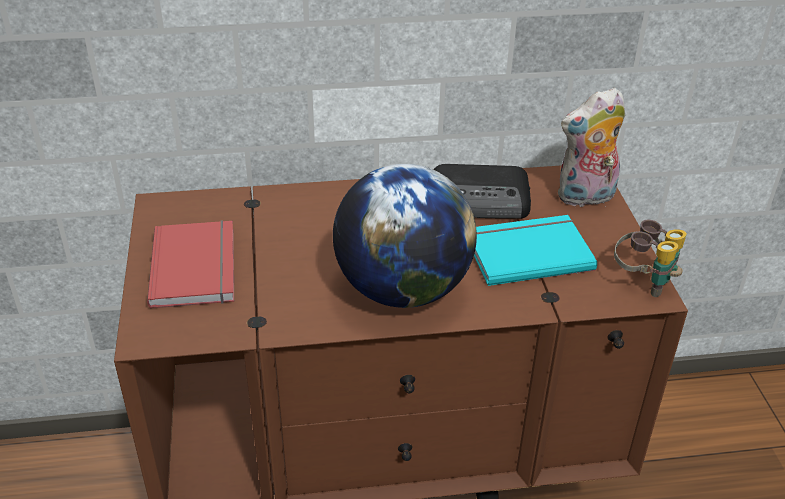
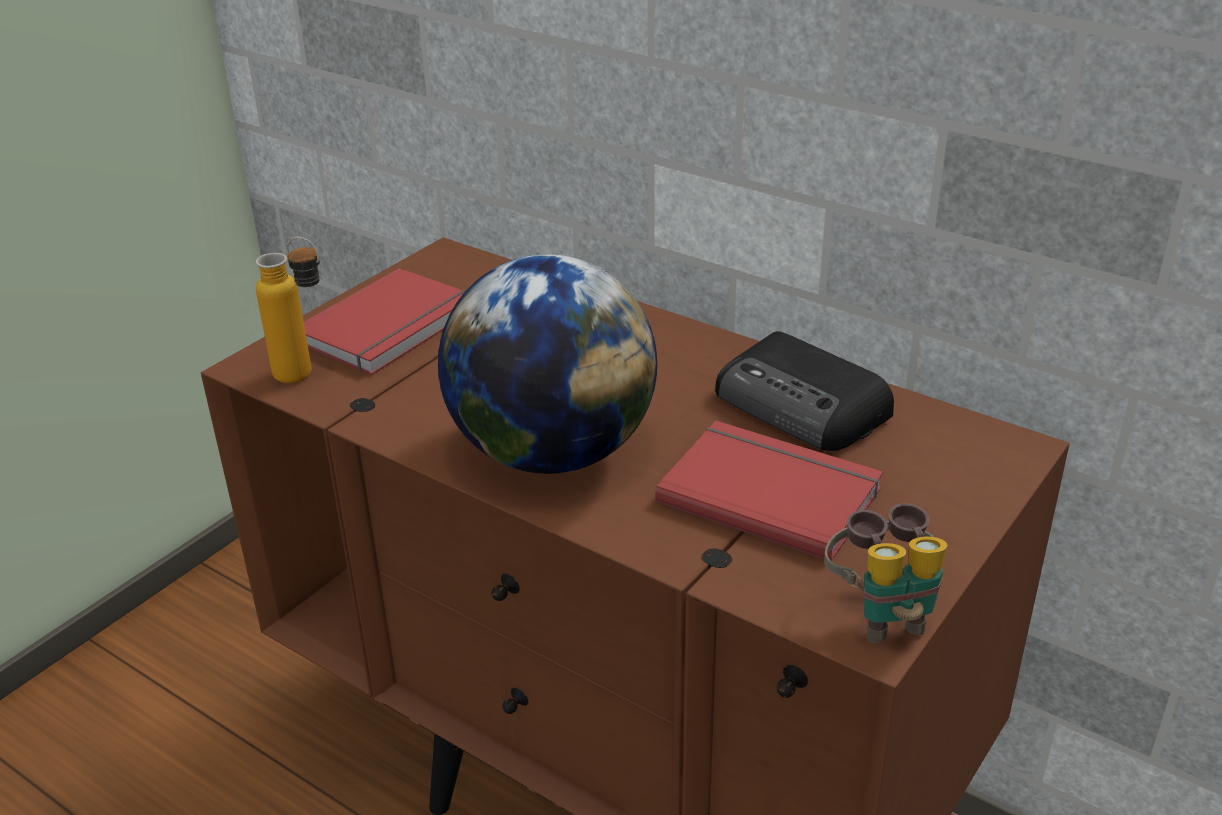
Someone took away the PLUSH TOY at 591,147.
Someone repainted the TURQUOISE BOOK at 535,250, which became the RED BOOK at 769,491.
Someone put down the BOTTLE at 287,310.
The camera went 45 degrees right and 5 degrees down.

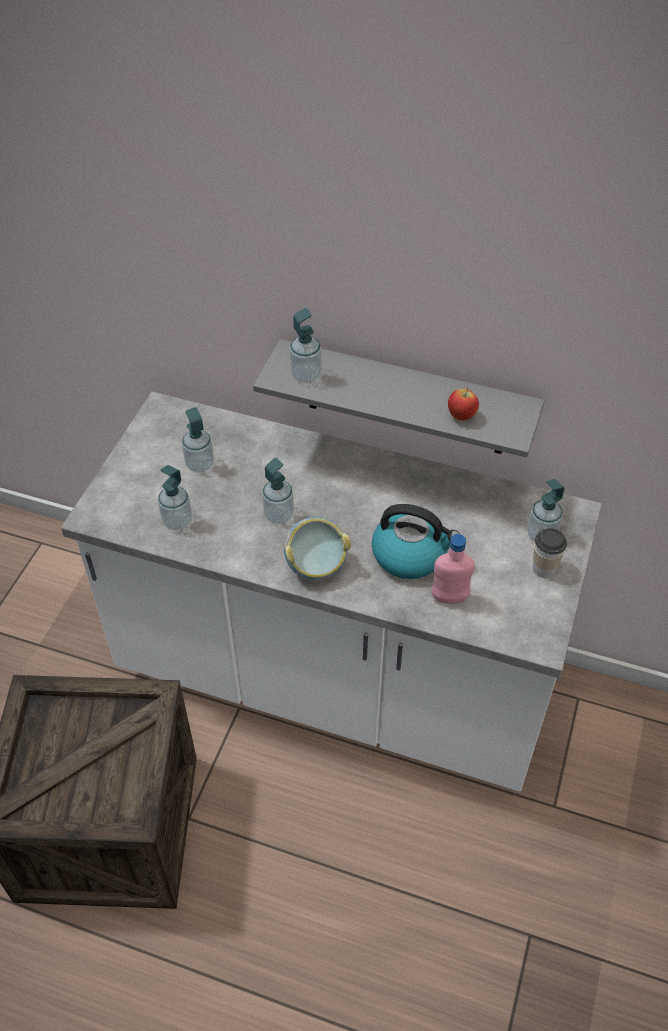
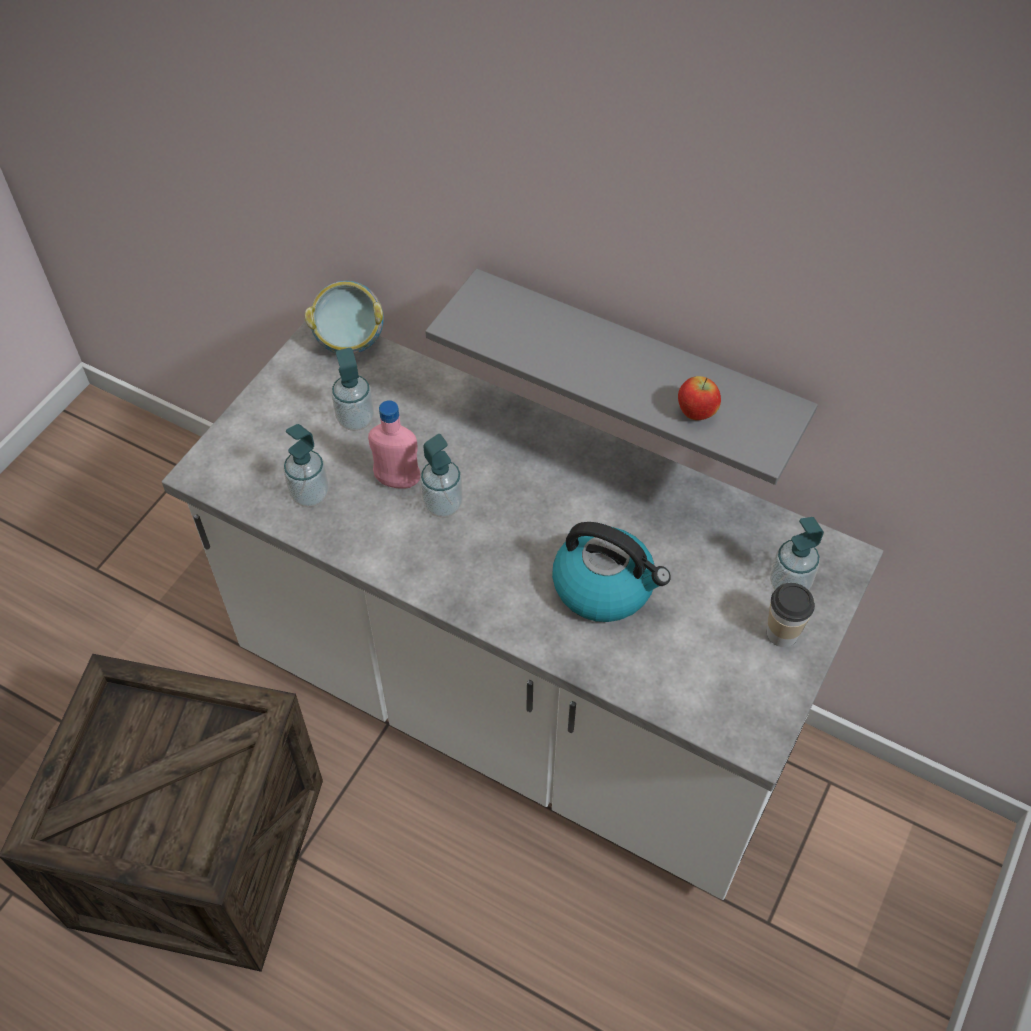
Someone took away the SOAP DISPENSER at 305,345.
Someone carried the BOWL from 317,548 to 344,317.
Someone carried the PINK BOTTLE from 453,569 to 394,444.
The camera went 10 degrees right and 5 degrees up.

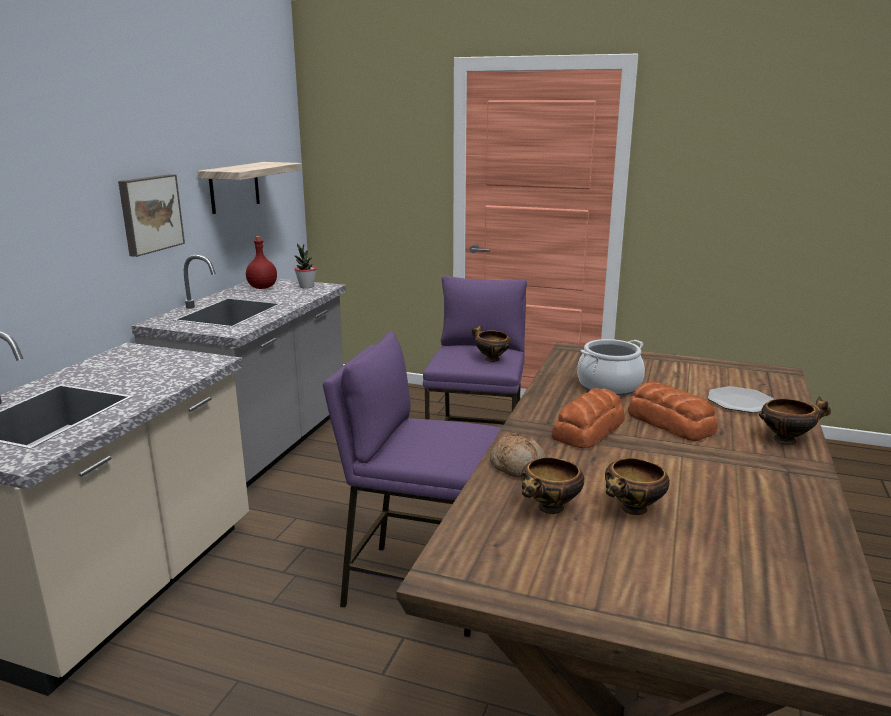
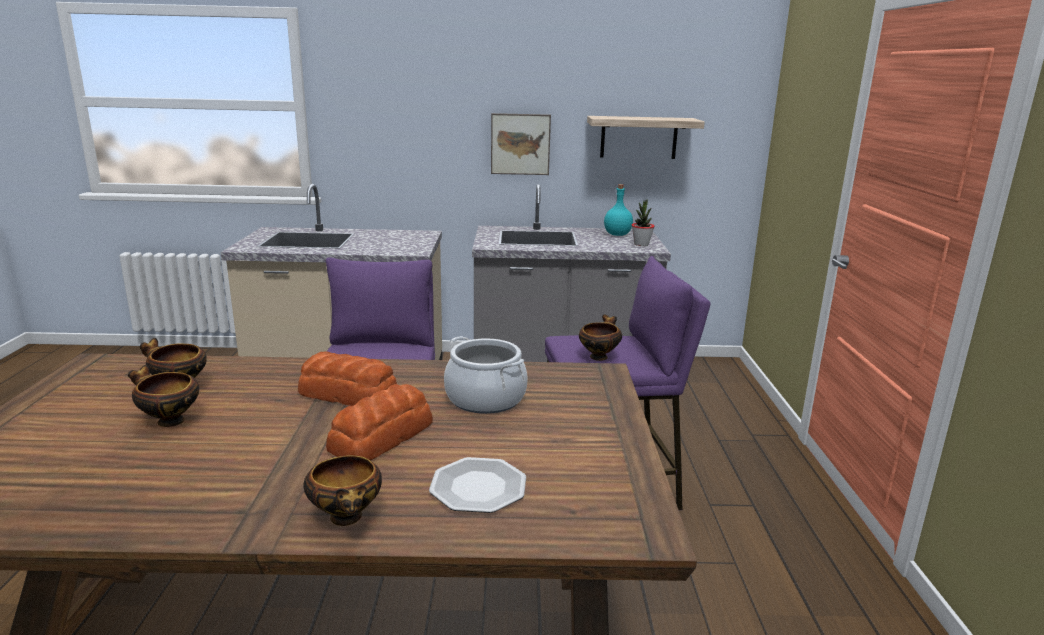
Someone repainted the RED BOTTLE at 261,262, which became the TURQUOISE BOTTLE at 618,210.
Someone took away the BREAD at 518,456.
The camera went 70 degrees right and 0 degrees up.

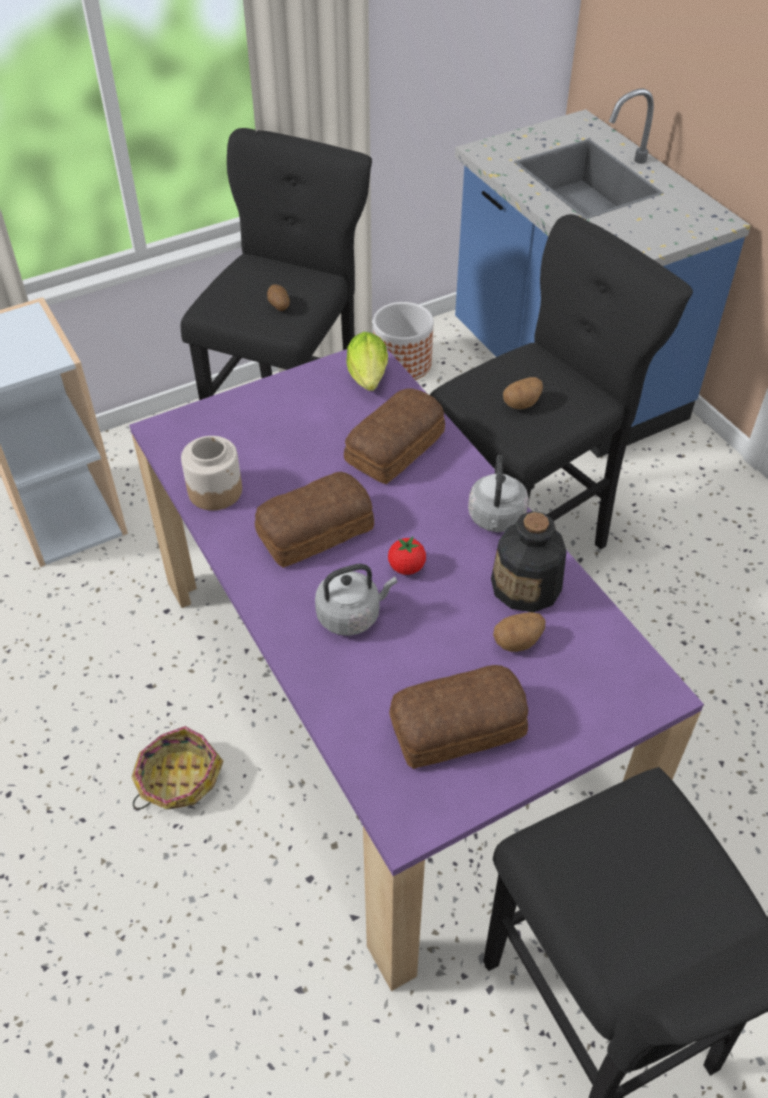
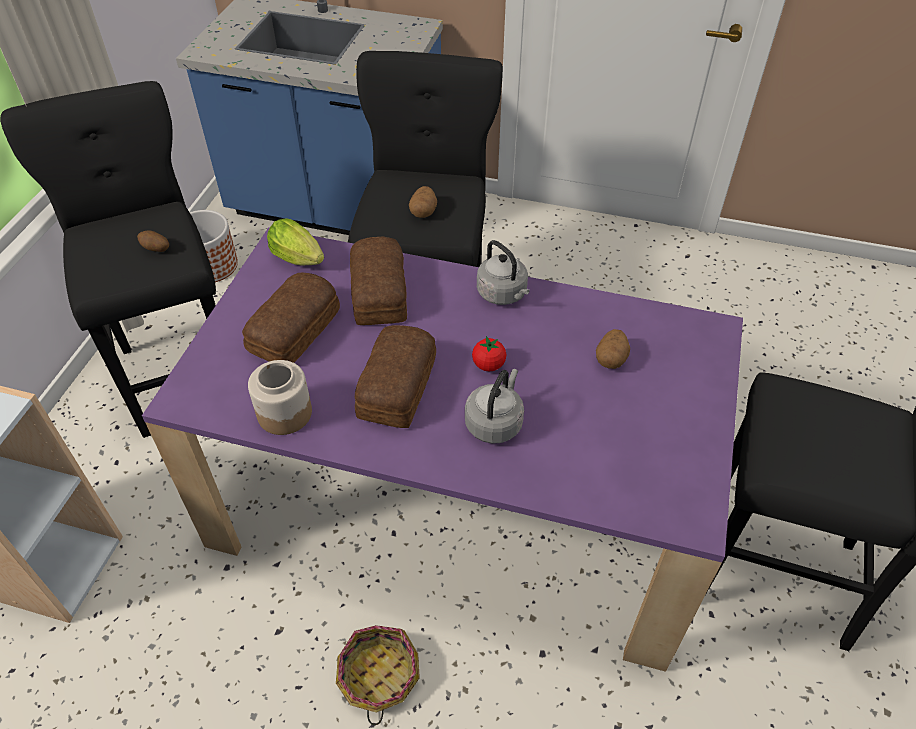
Someone took away the BOTTLE at 529,562.
Someone carried the BREAD from 458,717 to 291,318.
The camera went 45 degrees left and 0 degrees up.

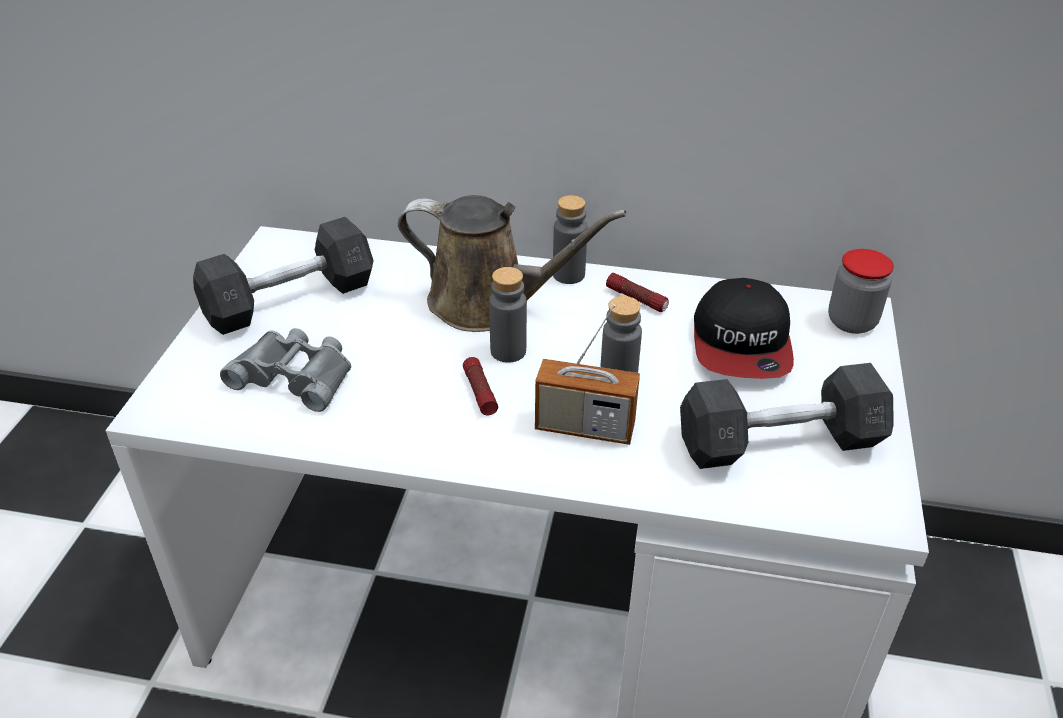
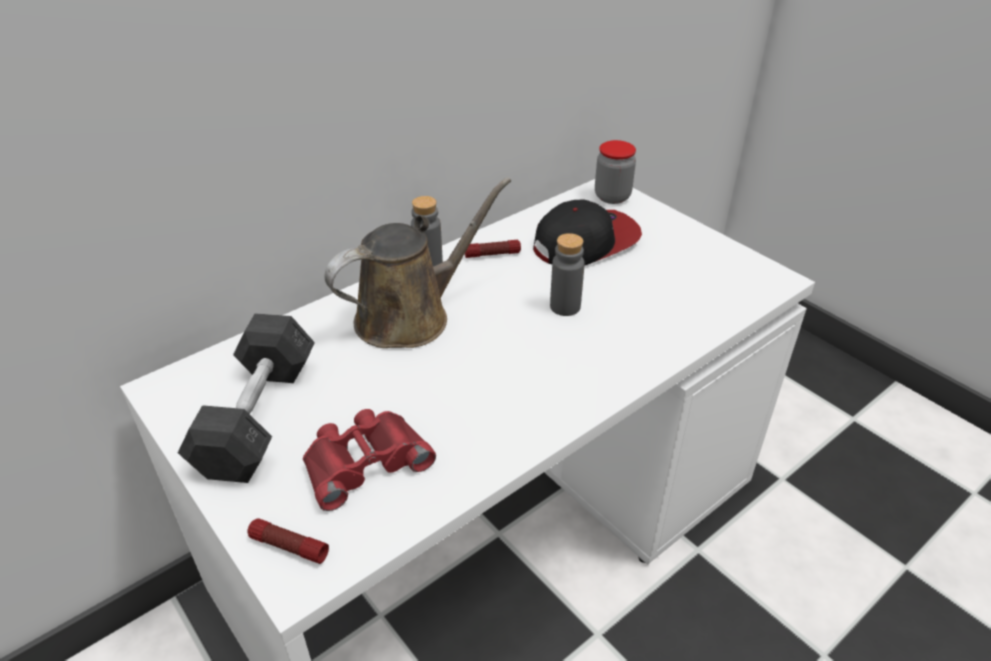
Someone took away the GREY BOTTLE at 508,315.
Someone rotated the CAP at 744,328 by 75 degrees counterclockwise.
Someone took away the RADIO at 587,374.
Someone repainted the GREY BINOCULARS at 285,370, which became the RED BINOCULARS at 369,460.
Someone carried the FLASHLIGHT from 480,386 to 288,541.
Someone took away the GREY DUMBBELL at 787,416.
The camera went 50 degrees left and 0 degrees up.

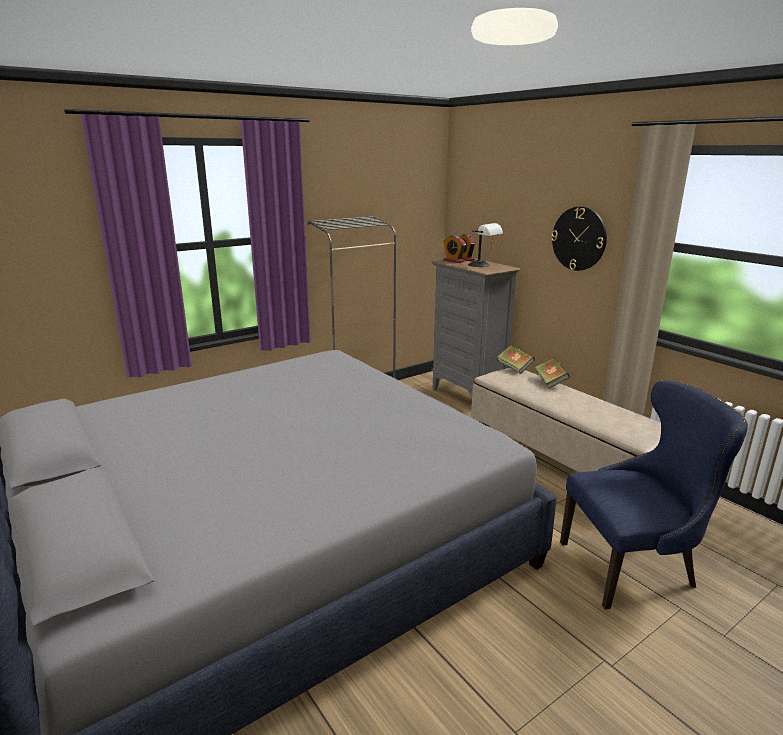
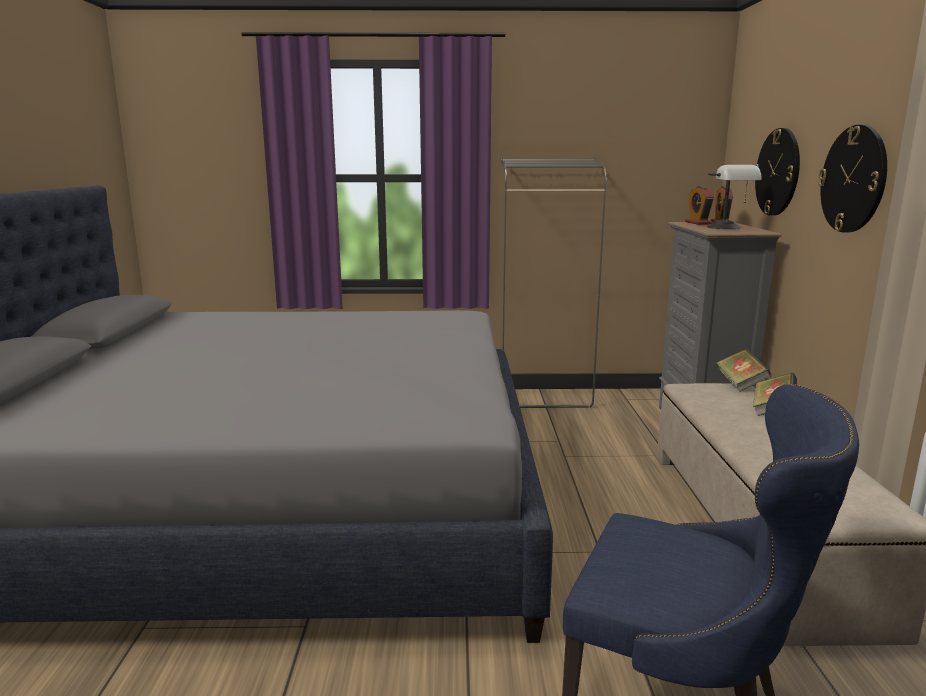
Someone put up the WALL CLOCK at 777,172.
The camera went 35 degrees right and 5 degrees down.

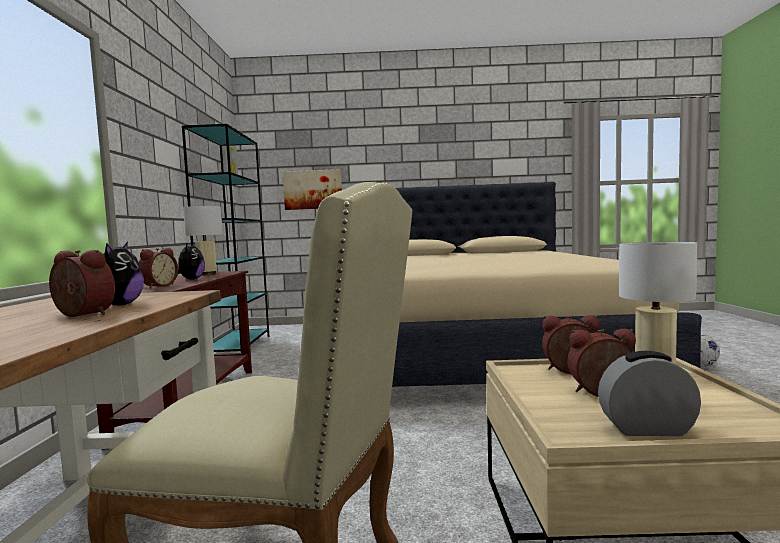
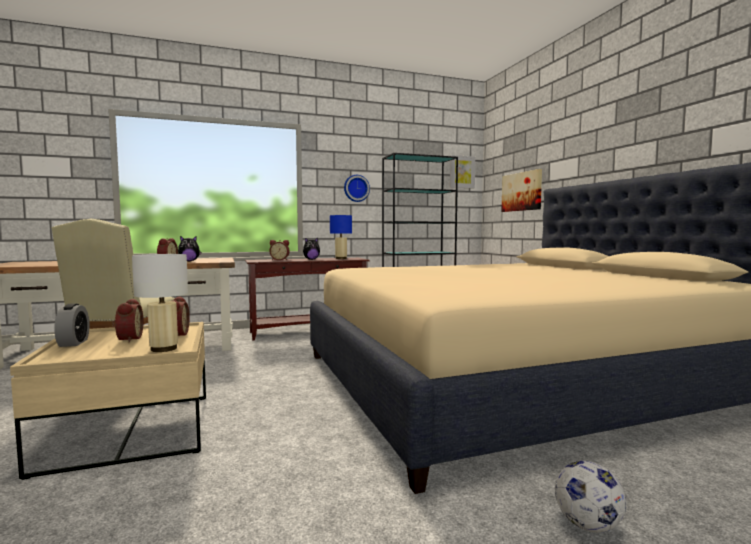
Someone repainted the WHITE TABLE LAMP at 203,241, which became the BLUE TABLE LAMP at 341,237.
Someone put up the WALL CLOCK at 357,188.
The camera went 70 degrees right and 0 degrees up.

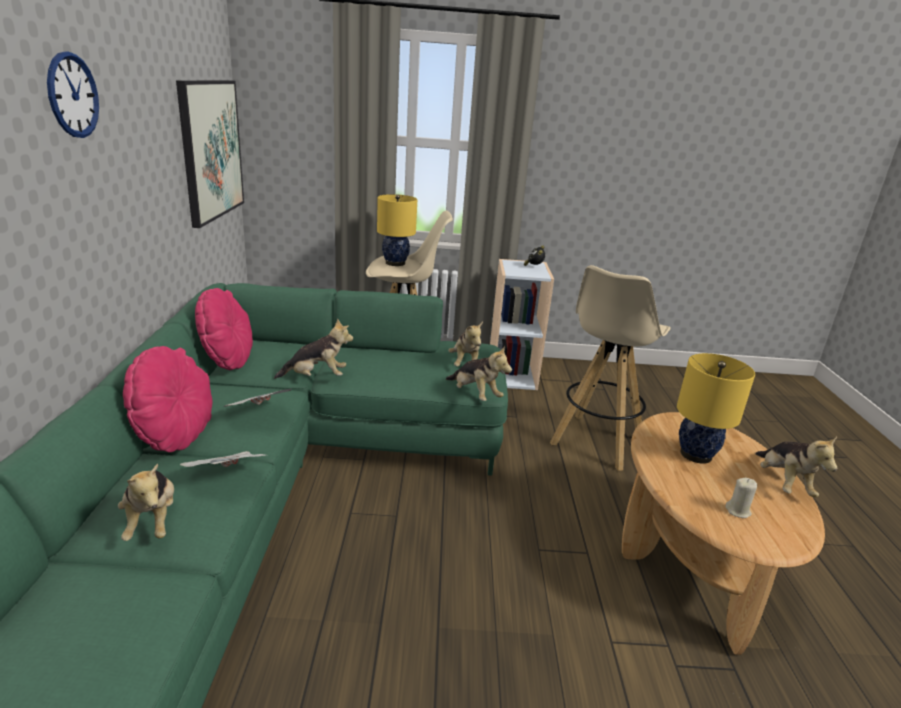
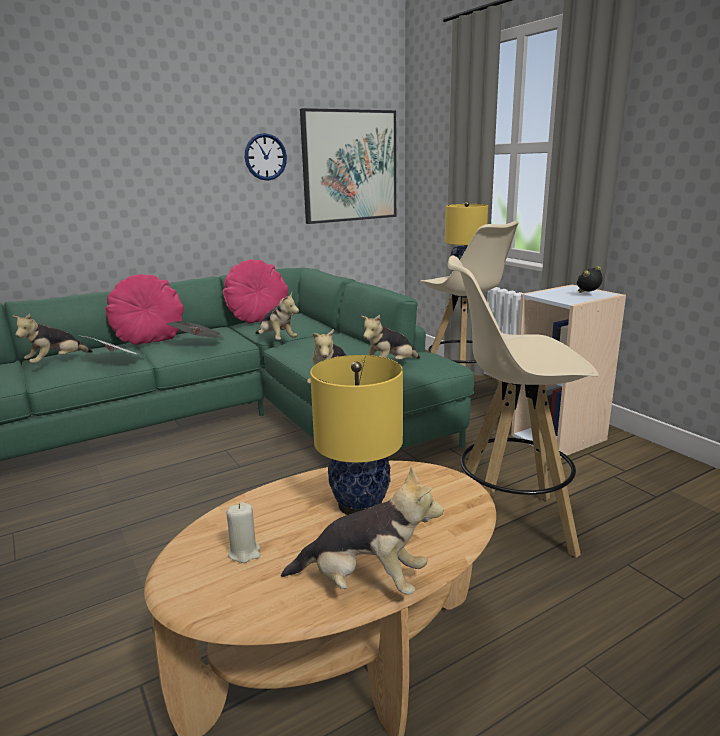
Someone carried the WALL CLOCK from 73,94 to 266,157.
Someone rotated the PLUSH TOY at 796,466 by 135 degrees counterclockwise.
The camera went 60 degrees right and 5 degrees down.

